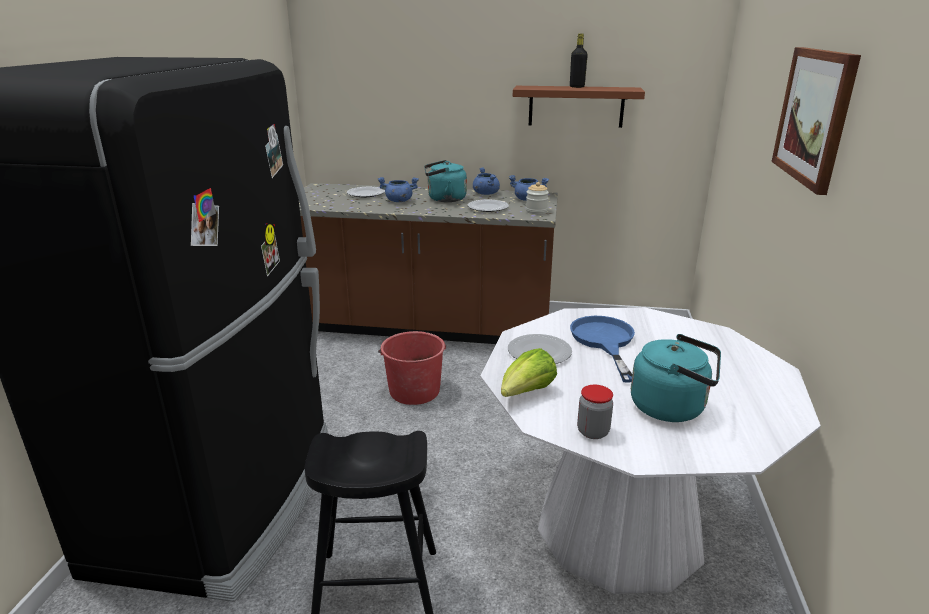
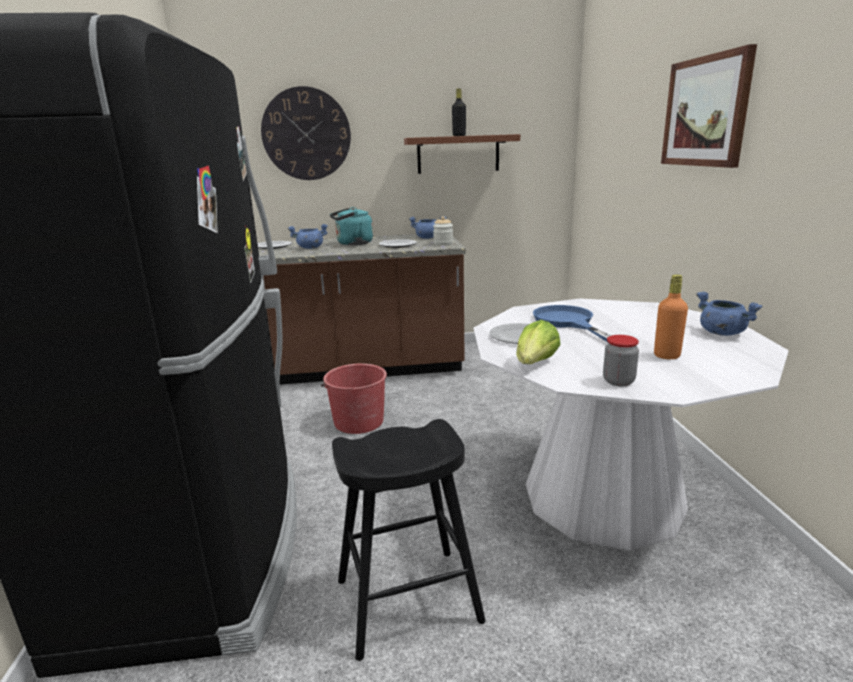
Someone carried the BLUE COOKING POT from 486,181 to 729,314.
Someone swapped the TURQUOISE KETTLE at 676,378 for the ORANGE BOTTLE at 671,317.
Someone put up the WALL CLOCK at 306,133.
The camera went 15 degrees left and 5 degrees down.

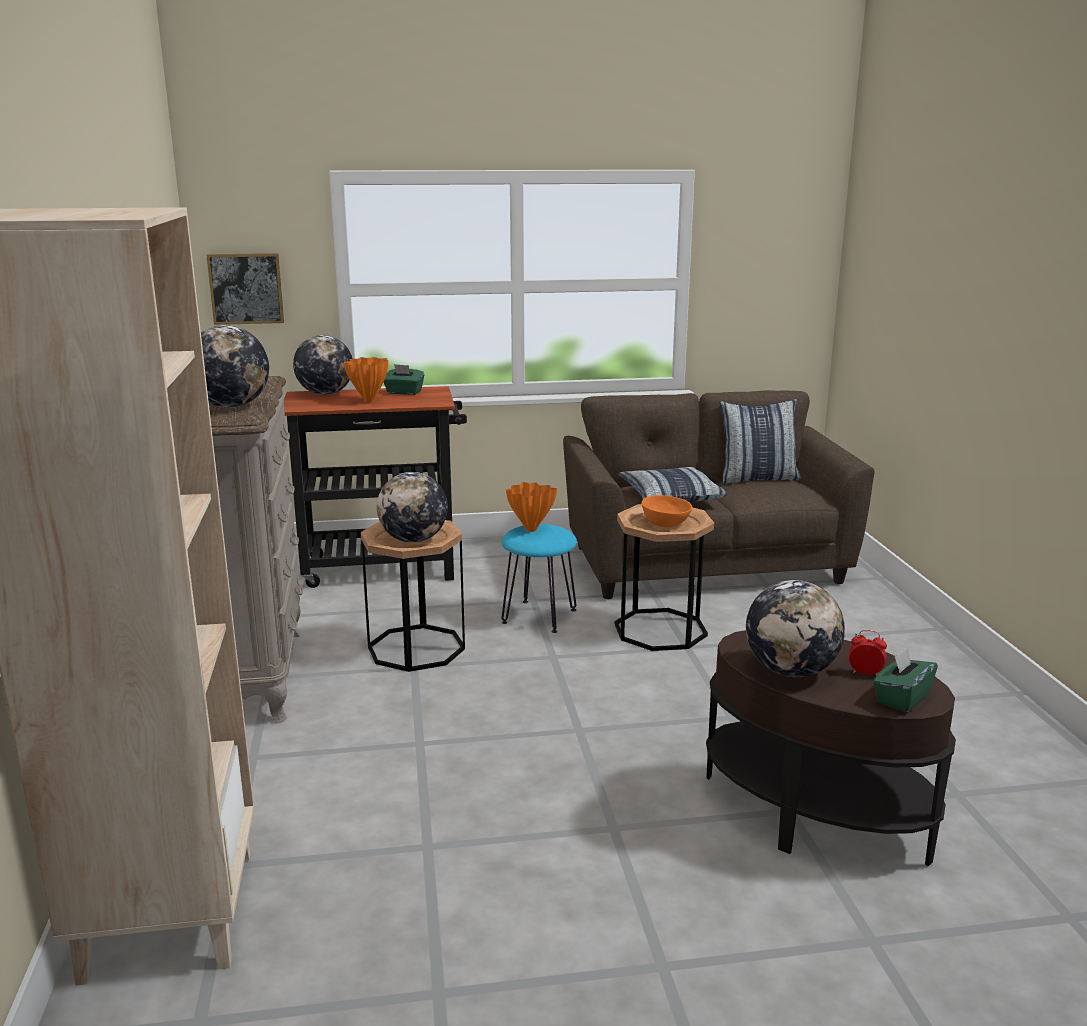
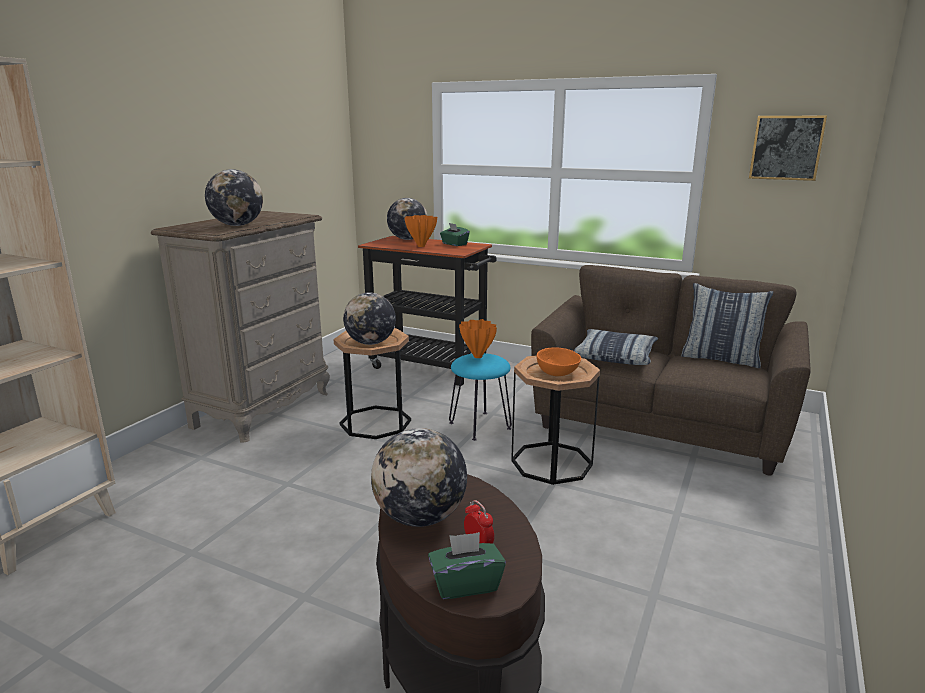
Someone carried the PICTURE from 245,289 to 788,148.
The camera went 35 degrees right and 0 degrees up.

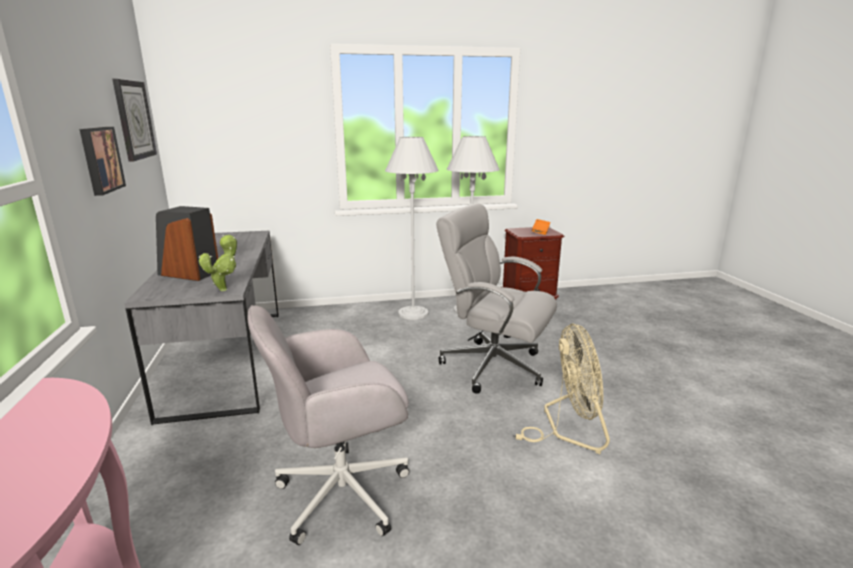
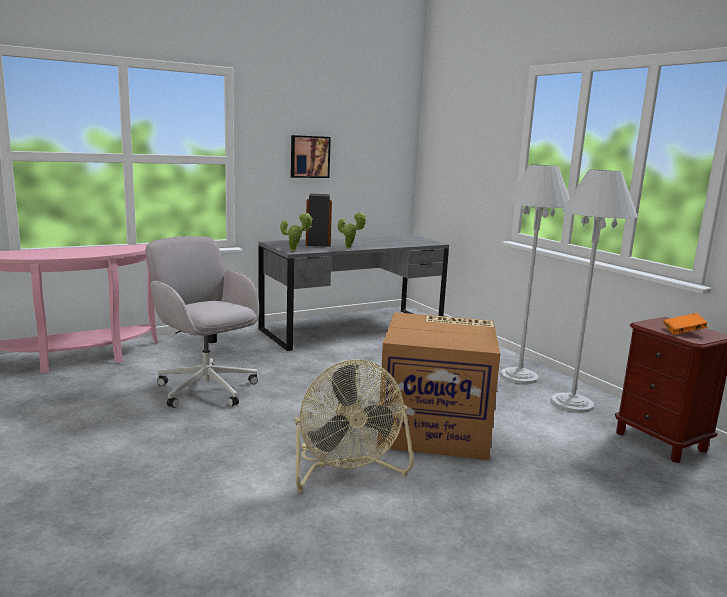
Someone took away the WALL CLOCK at 134,120.
Someone swapped the GREY OFFICE CHAIR at 496,298 for the CARDBOARD BOX at 438,386.
Someone put down the POTTED PLANT at 352,230.
The camera went 70 degrees right and 5 degrees down.

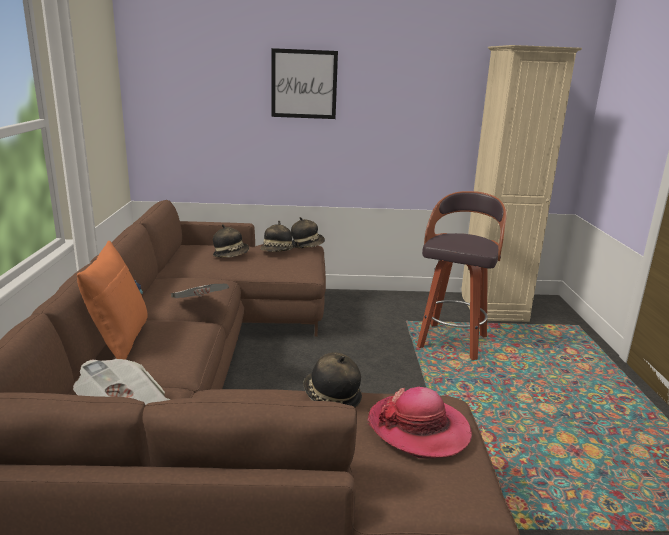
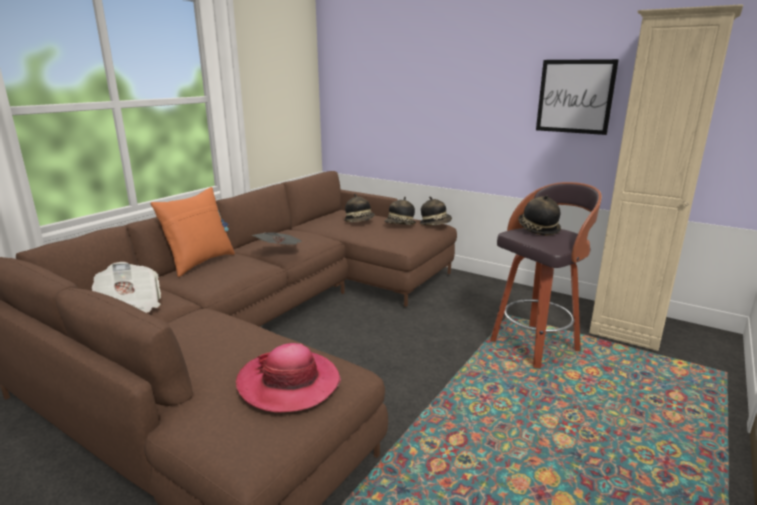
Someone carried the PICTURE from 304,83 to 577,97.
Someone carried the HAT from 332,380 to 539,215.
The camera went 35 degrees right and 0 degrees up.

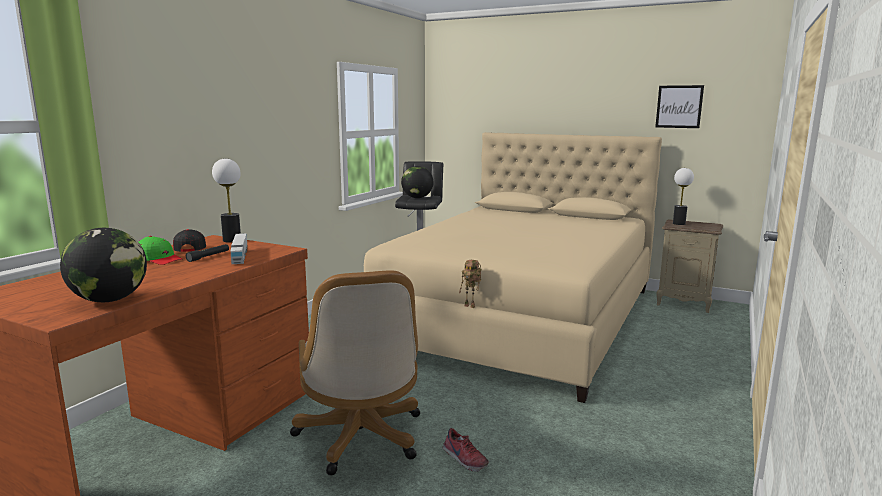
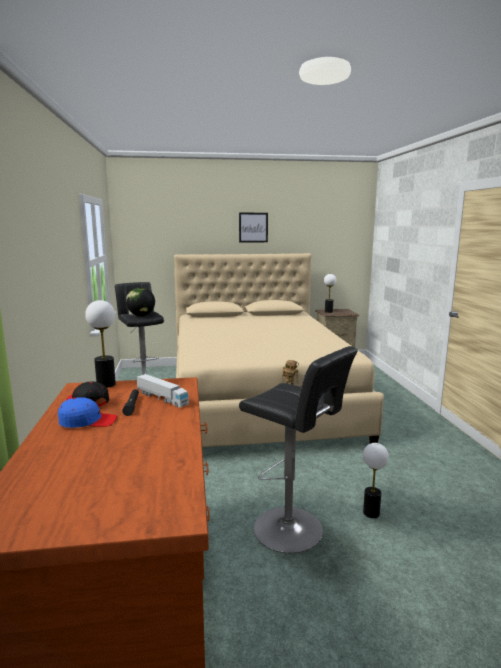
Someone carried the PICTURE from 679,106 to 253,227.
Someone took away the GLOBE at 103,265.
Someone repainted the GREEN CAP at 160,250, which became the BLUE CAP at 87,412.
Someone swapped the OFFICE CHAIR at 355,373 for the BLACK STOOL at 298,449.
Someone swapped the SHOE at 465,450 for the TABLE LAMP at 376,480.
The camera went 35 degrees left and 0 degrees up.

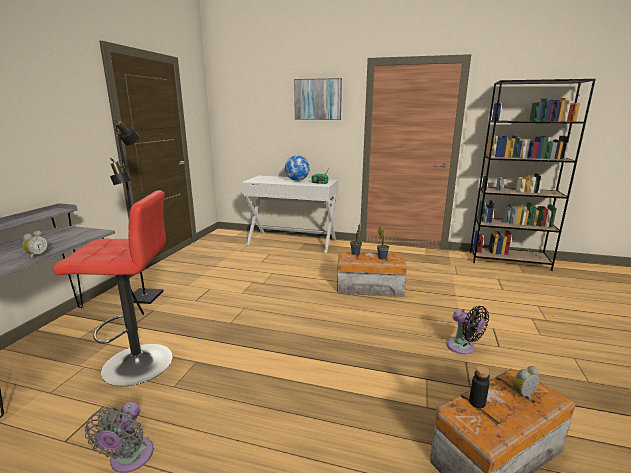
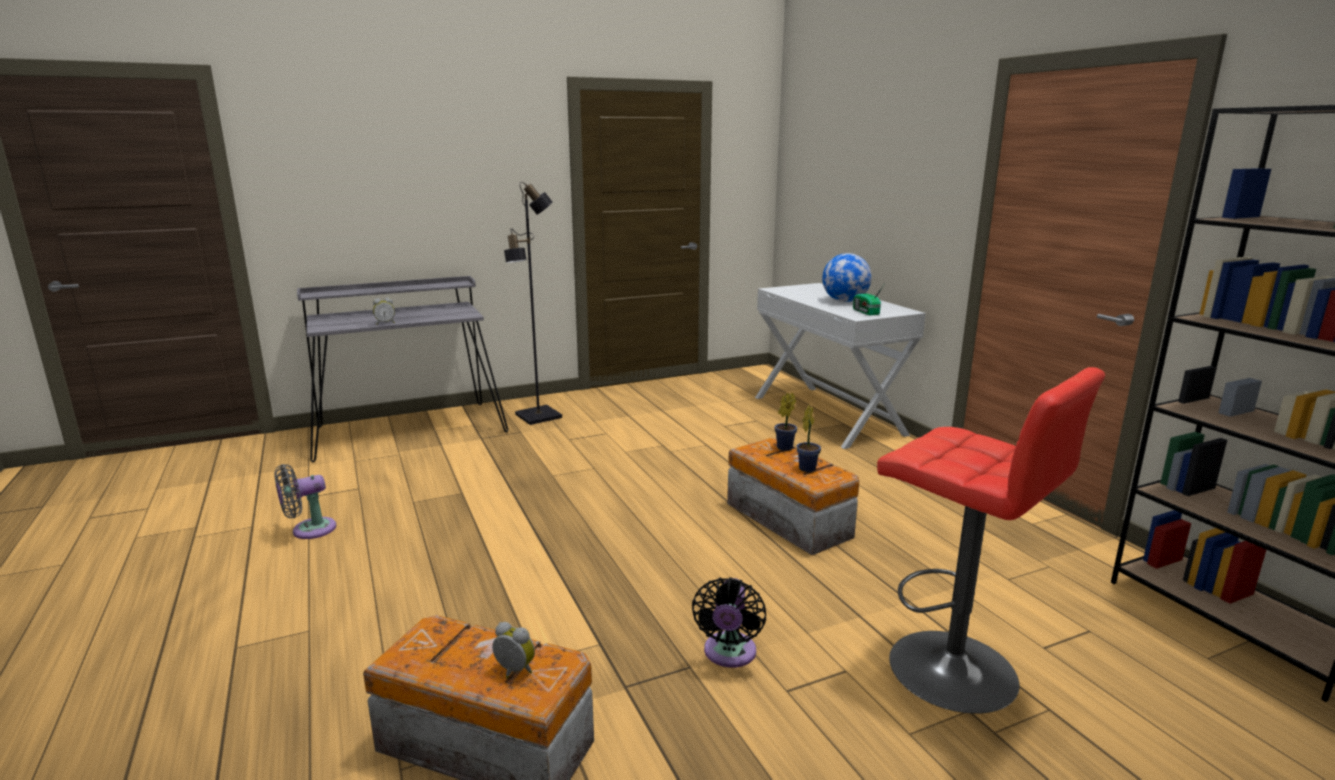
Someone took away the PICTURE at 318,99.
Someone carried the RED STOOL from 113,288 to 991,540.
Someone took away the BLACK BOTTLE at 479,387.
The camera went 50 degrees right and 0 degrees up.

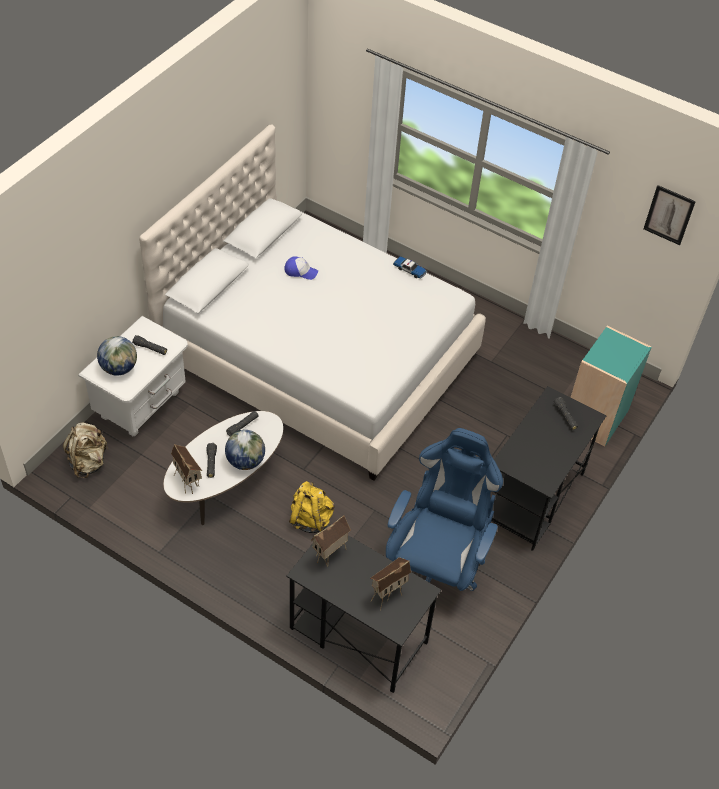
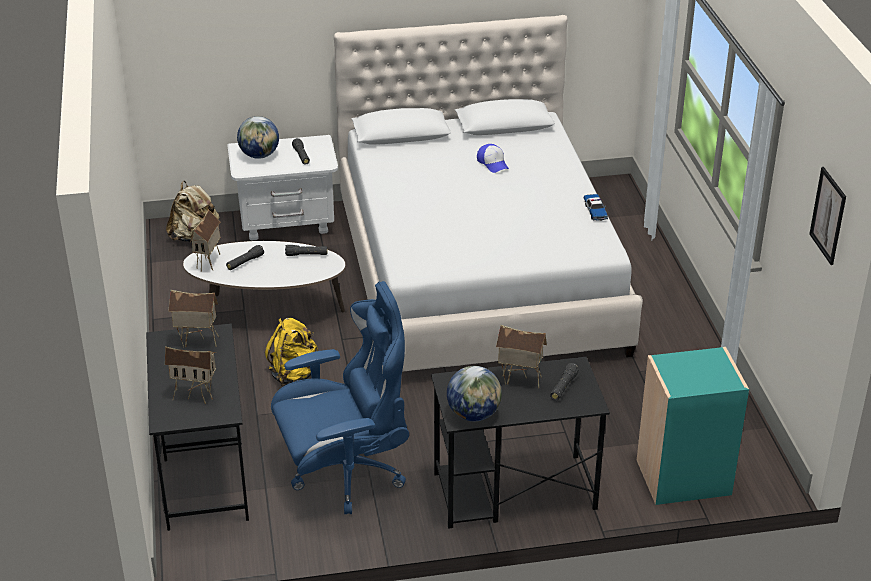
Someone carried the GLOBE from 245,450 to 474,393.
Someone put down the TOY HOUSE at 521,356.
The camera went 50 degrees right and 15 degrees down.

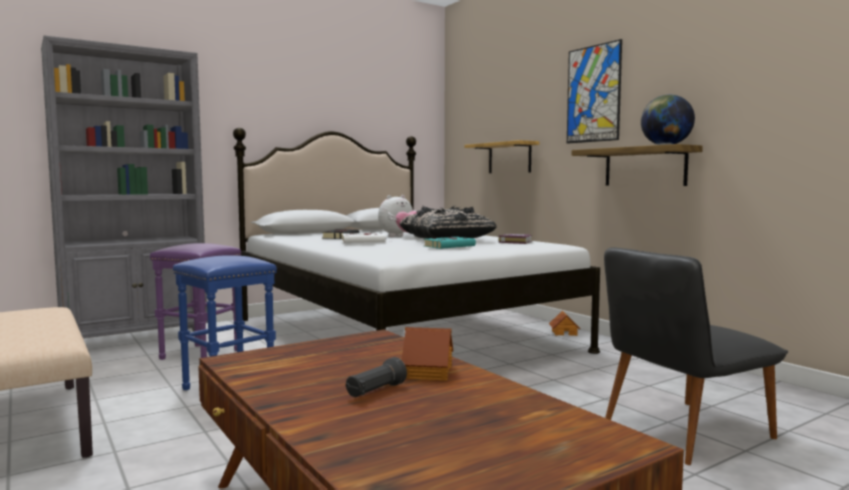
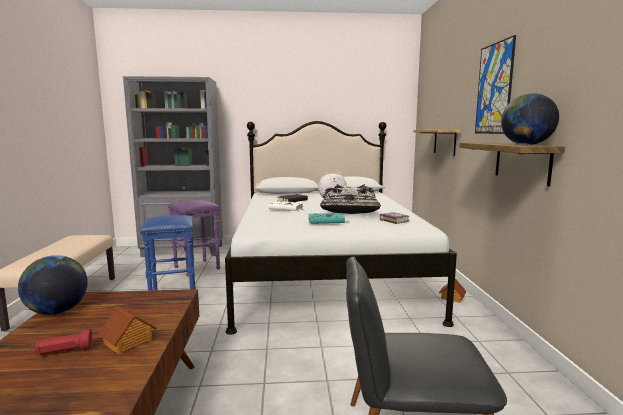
Someone repainted the BLACK FLASHLIGHT at 376,377, which became the RED FLASHLIGHT at 63,342.
Someone put down the GLOBE at 53,285.
The camera went 30 degrees right and 5 degrees up.

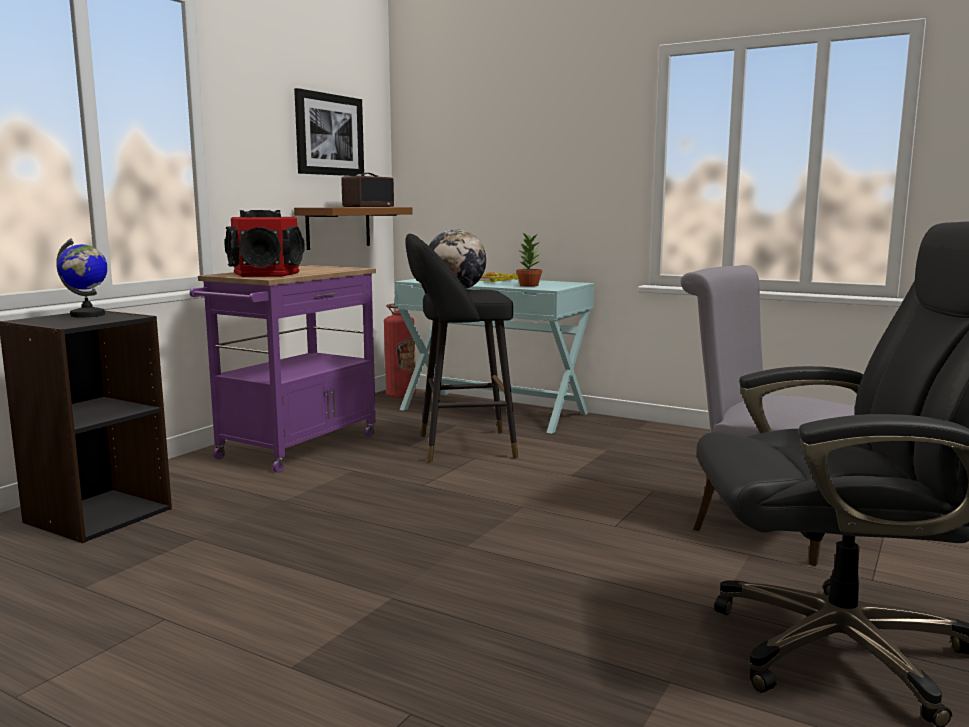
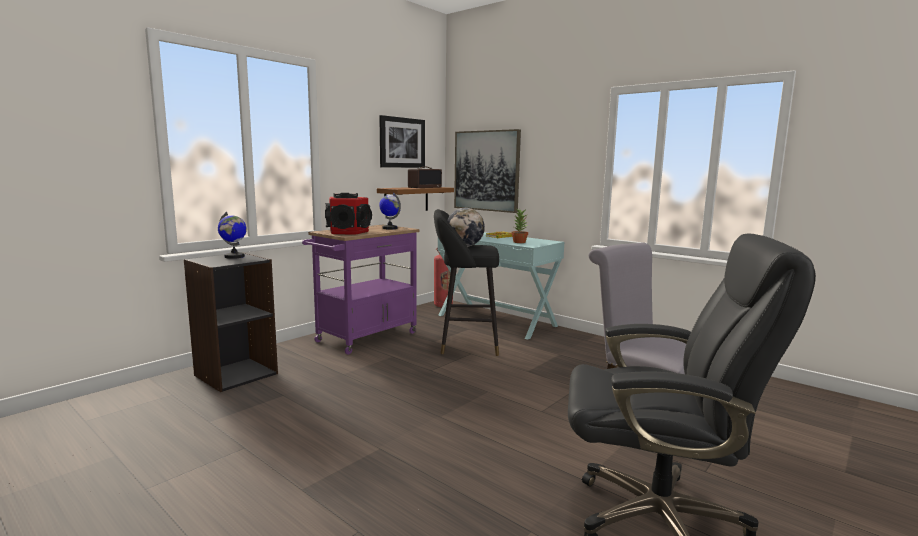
Someone put up the PICTURE at 487,171.
Someone put down the GLOBE at 390,210.
The camera went 10 degrees right and 0 degrees up.

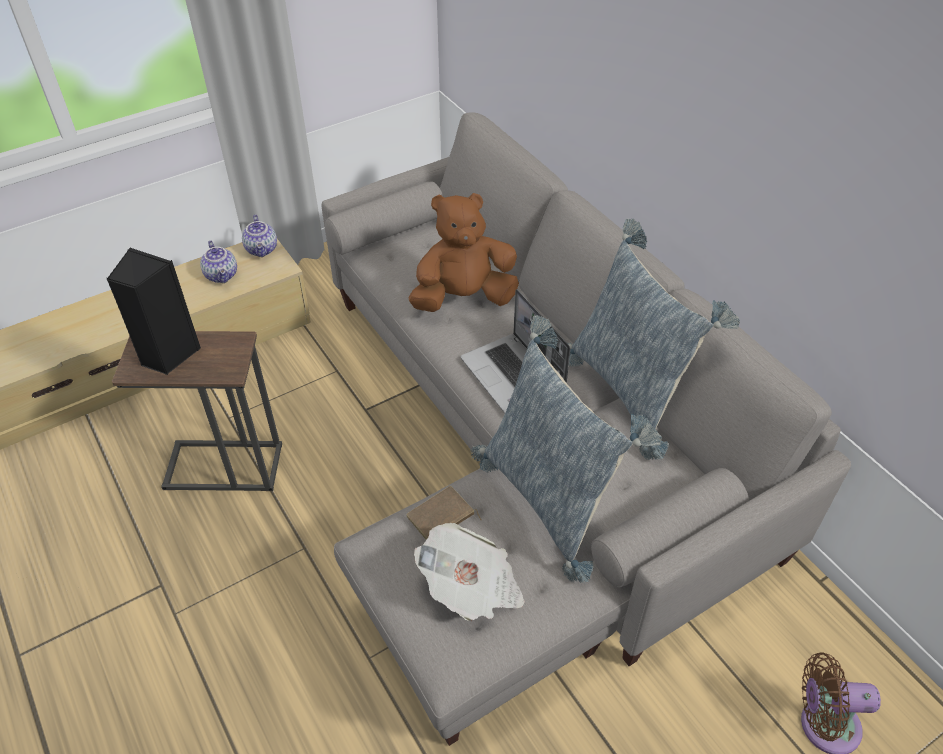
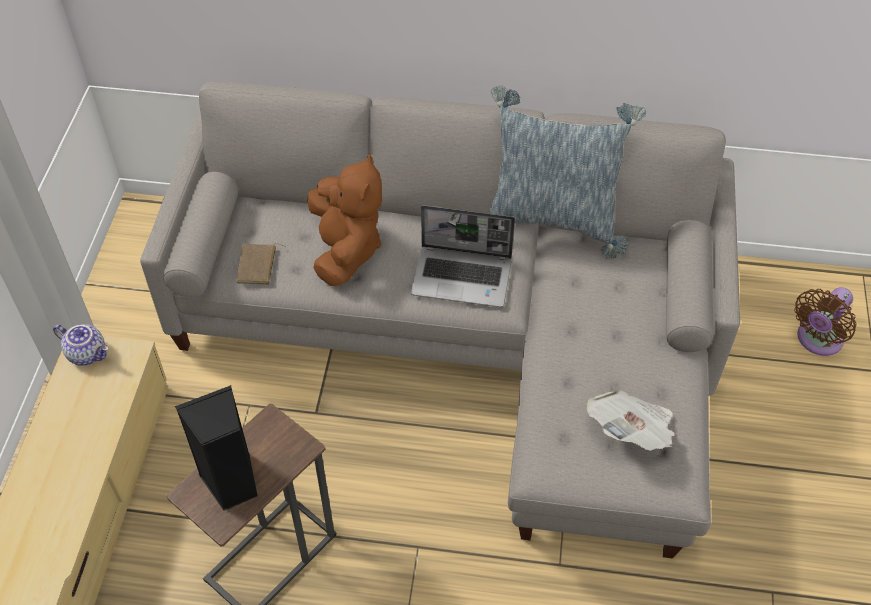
Someone rotated the BROWN PLUSH TOY at 463,252 by 150 degrees clockwise.
Someone took away the TEAPOT at 218,261.
Someone took away the PILLOW at 566,449.
Someone carried the BROWN BOOK from 443,513 to 261,264.
The camera went 50 degrees left and 5 degrees up.

